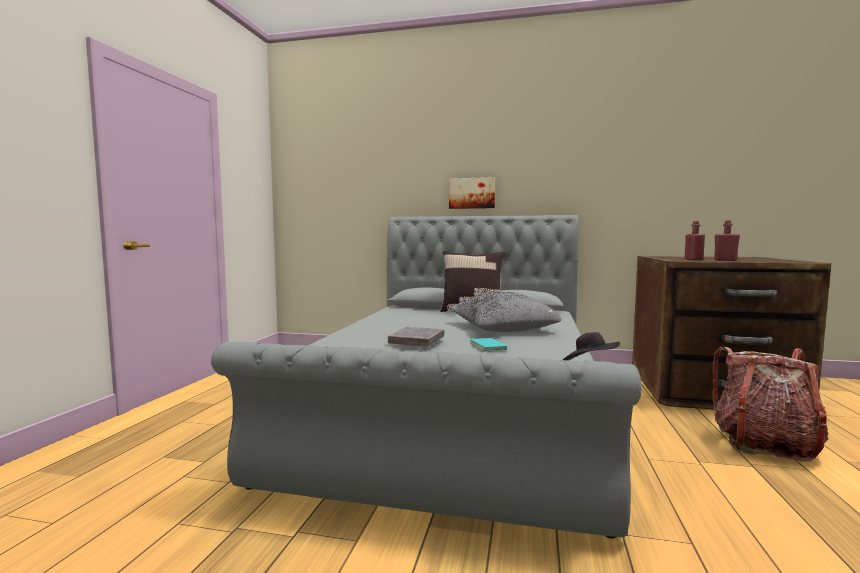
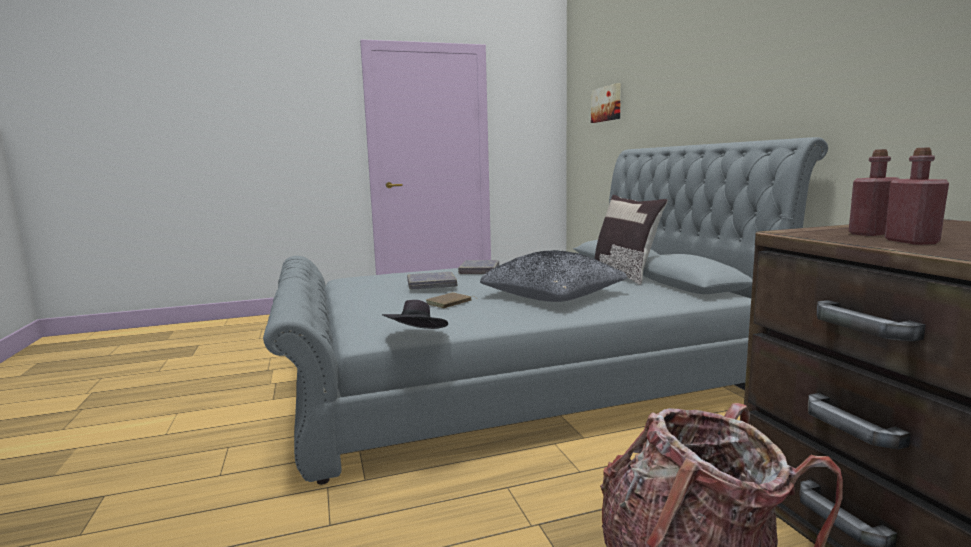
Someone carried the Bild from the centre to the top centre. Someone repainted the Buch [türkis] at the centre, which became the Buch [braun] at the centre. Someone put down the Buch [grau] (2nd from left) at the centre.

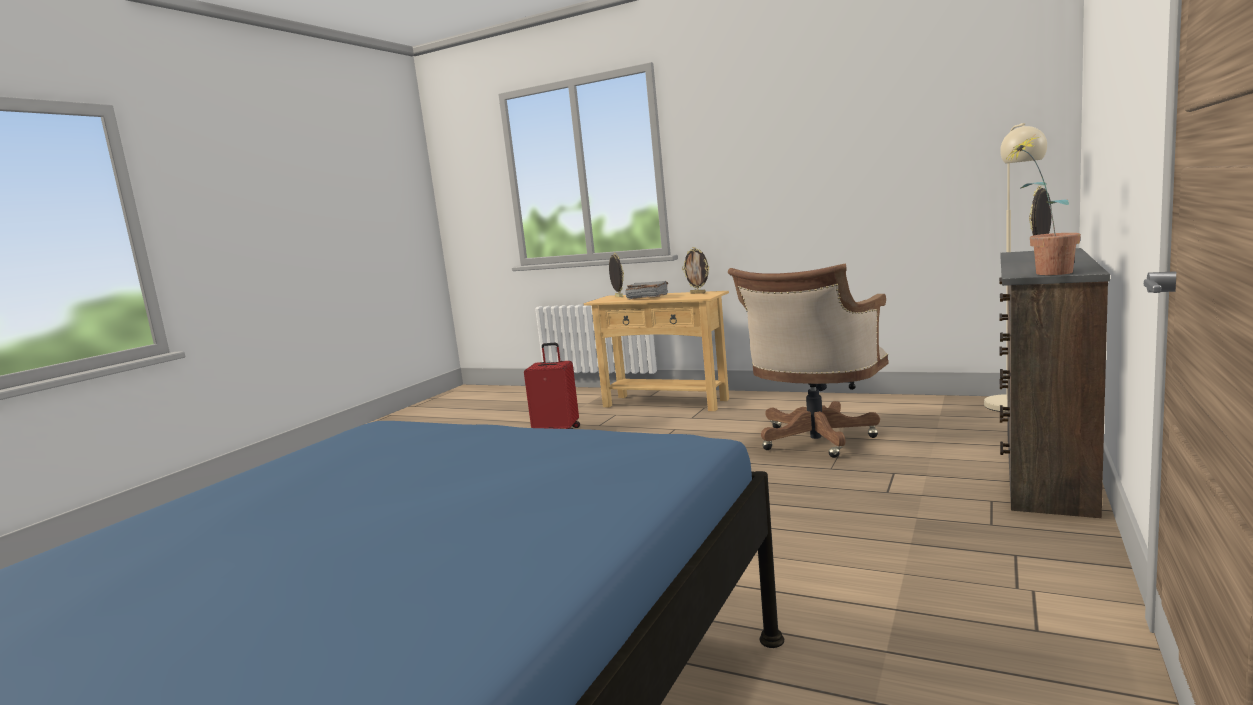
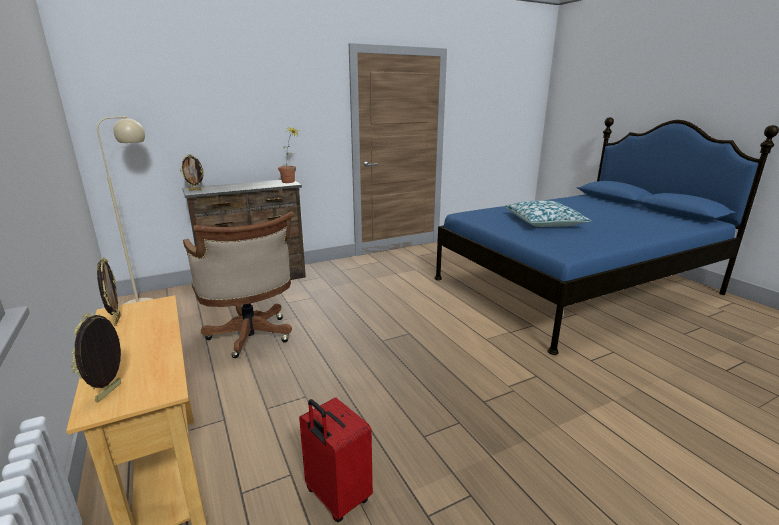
Someone rotated the Bürostuhl at the centre by 75 degrees clockwise. Someone took away the Buch [grau] at the centre. Someone put down the Kissen at the middle right.

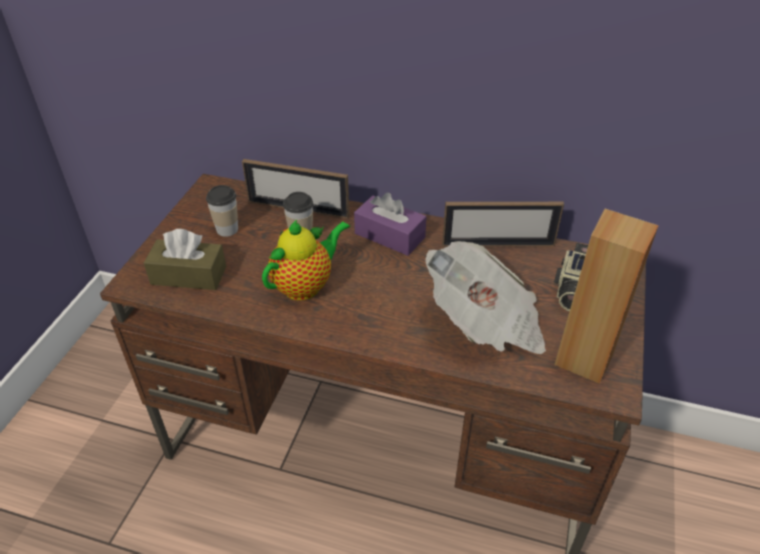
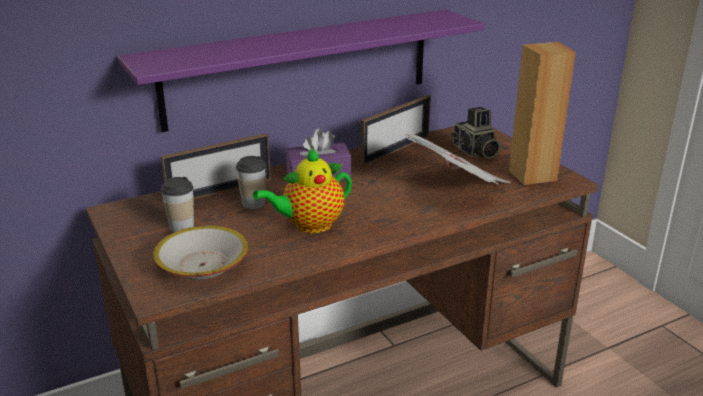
Someone rotated the Teekanne at the centre by 120 degrees counterclockwise. Someone swapped the Taschentuchbox [braun] at the middle left for the Schüssel at the middle left. Someone put up the Wandregal [lila] at the top centre.

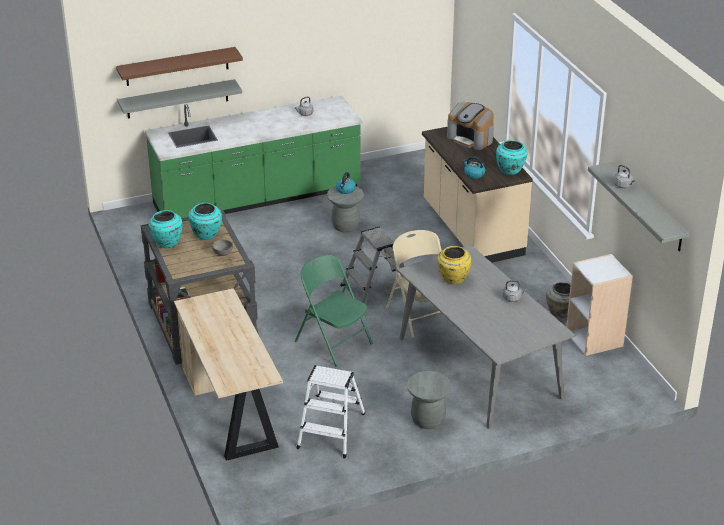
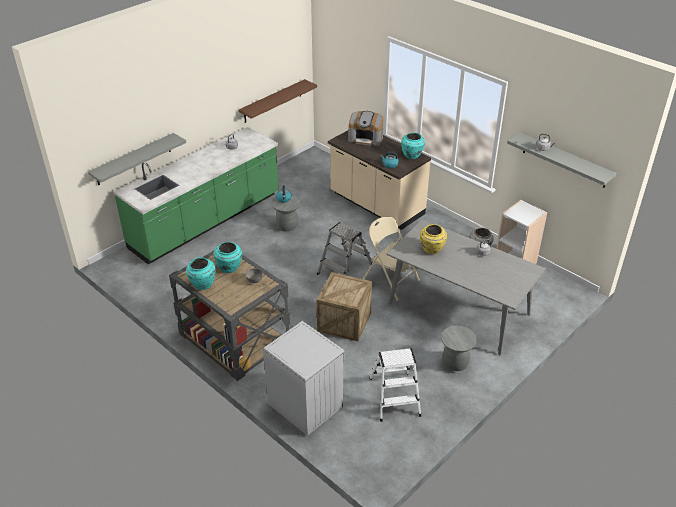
Someone carried the Wandregal [braun] from the top left to the top centre. Someone swapped the Stuhl [grün] at the centre for the Kiste at the centre. Someone swapped the Schreibtisch [beige] at the bottom left for the Waschmaschine [weiß] at the bottom centre.

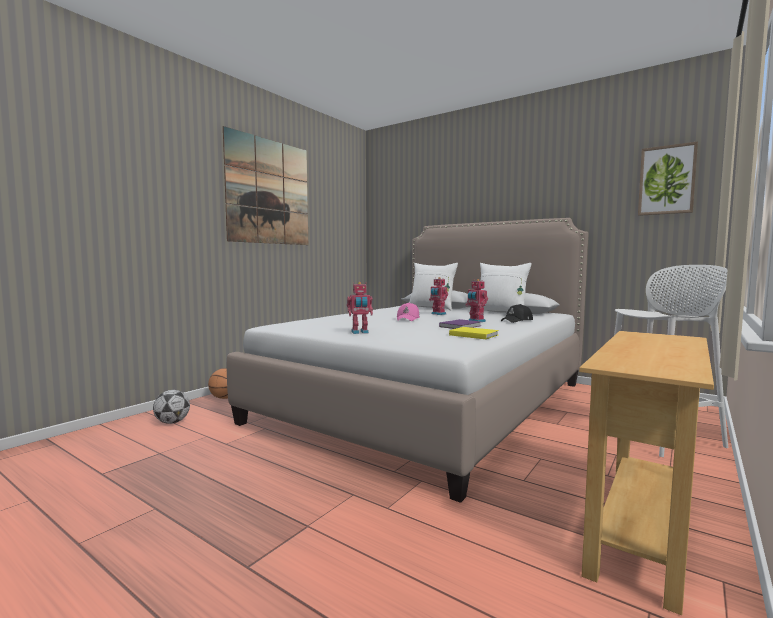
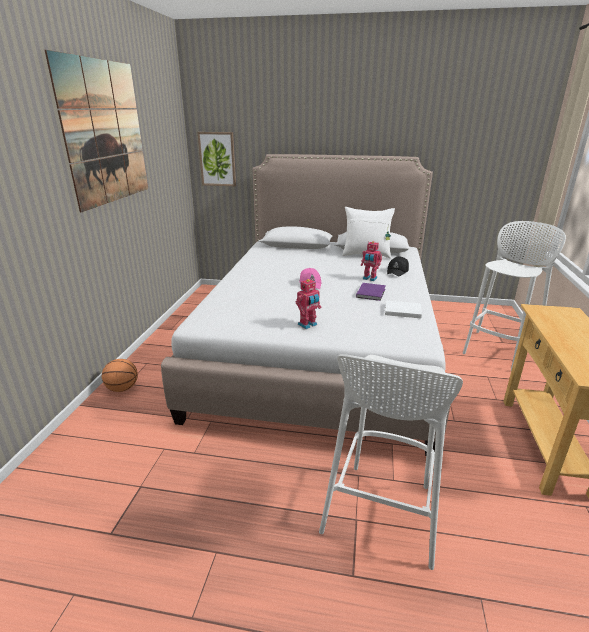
Someone carried the Bild (2nd from left) from the top right to the top centre. Someone took away the Kissen [weiß] (1st from left) at the centre. Someone took away the Spielzeugroboter (2nd from left) at the centre. Someone repainted the Buch [gelb] at the centre, which became the Buch [weiß] at the middle right. Someone took away the Fußball at the middle left. Someone put down the Hocker [weiß] (1st from left) at the bottom centre.

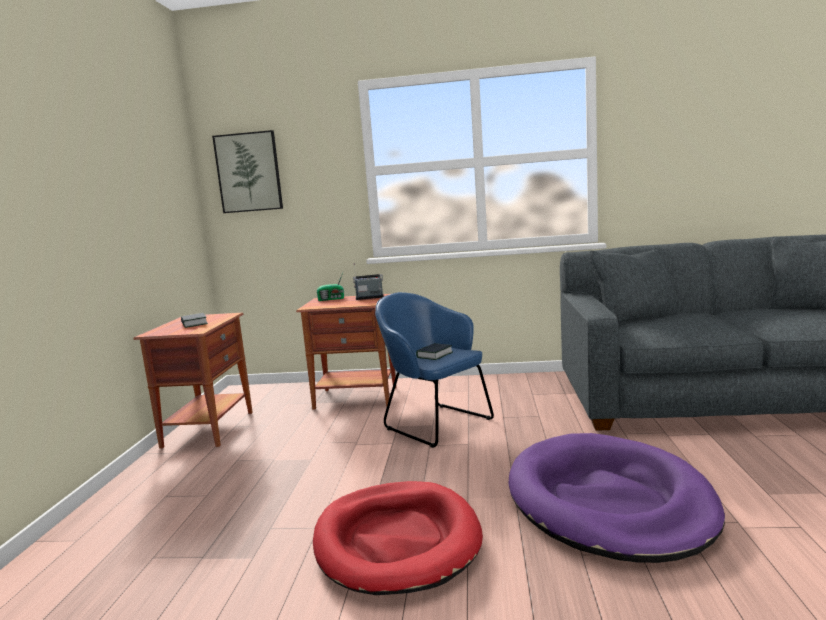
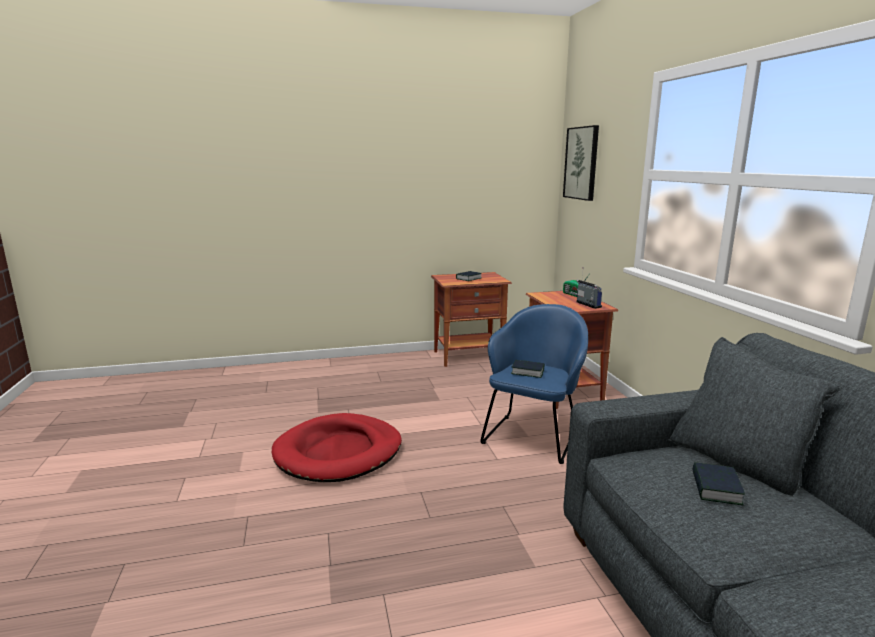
Someone took away the Hundebett [lila] at the bottom right. Someone put down the Buch (3rd from left) at the bottom right.

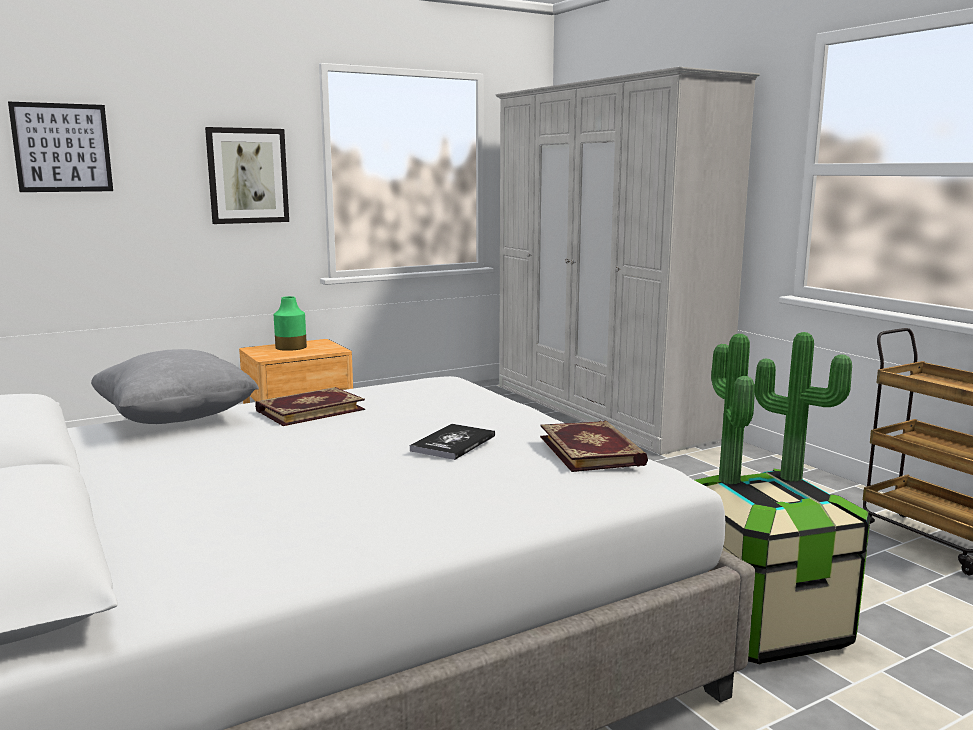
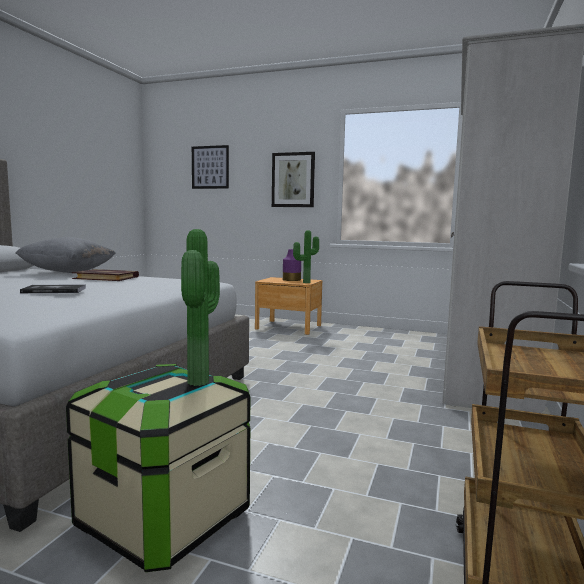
Someone repainted the Vase [grün] at the middle left, which became the Vase [lila] at the centre. Someone carried the Topfpflanze (1st from left in the first image) from the middle right to the centre. Someone took away the Buch (3rd from left) at the centre.

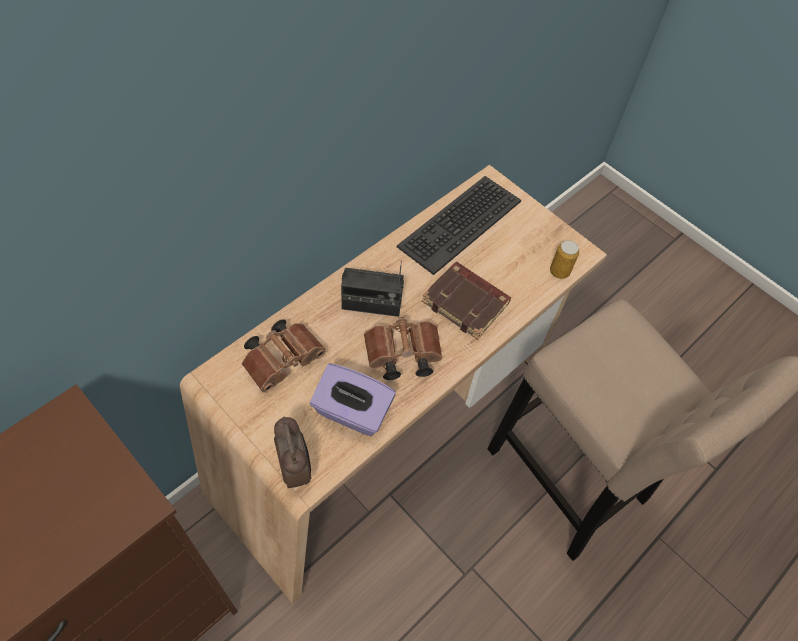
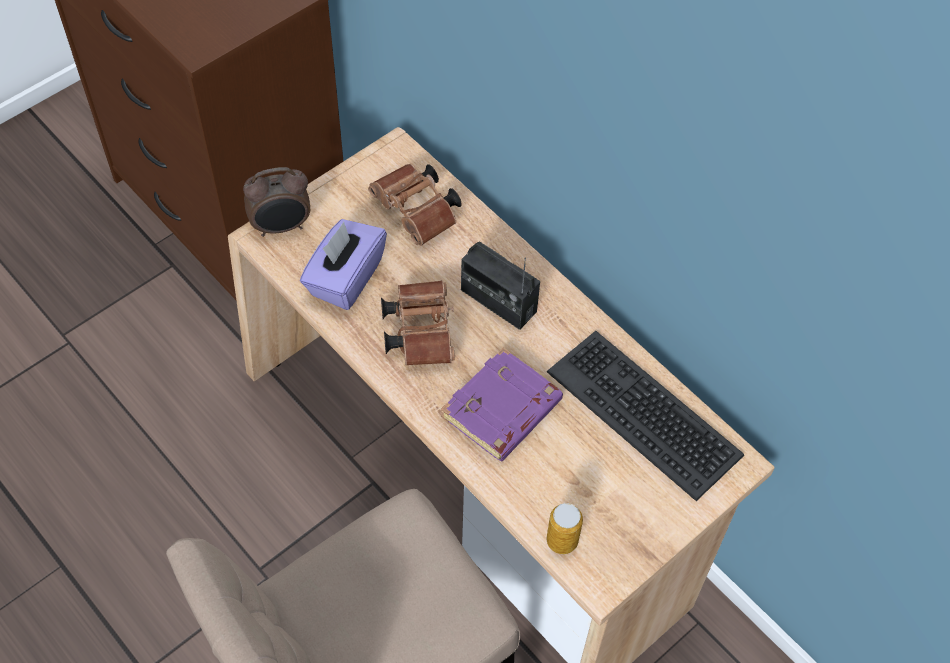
Someone rotated the Radio at the centre by 60 degrees counterclockwise. Someone repainted the Buch [braun] at the centre, which became the Buch [lila] at the centre.

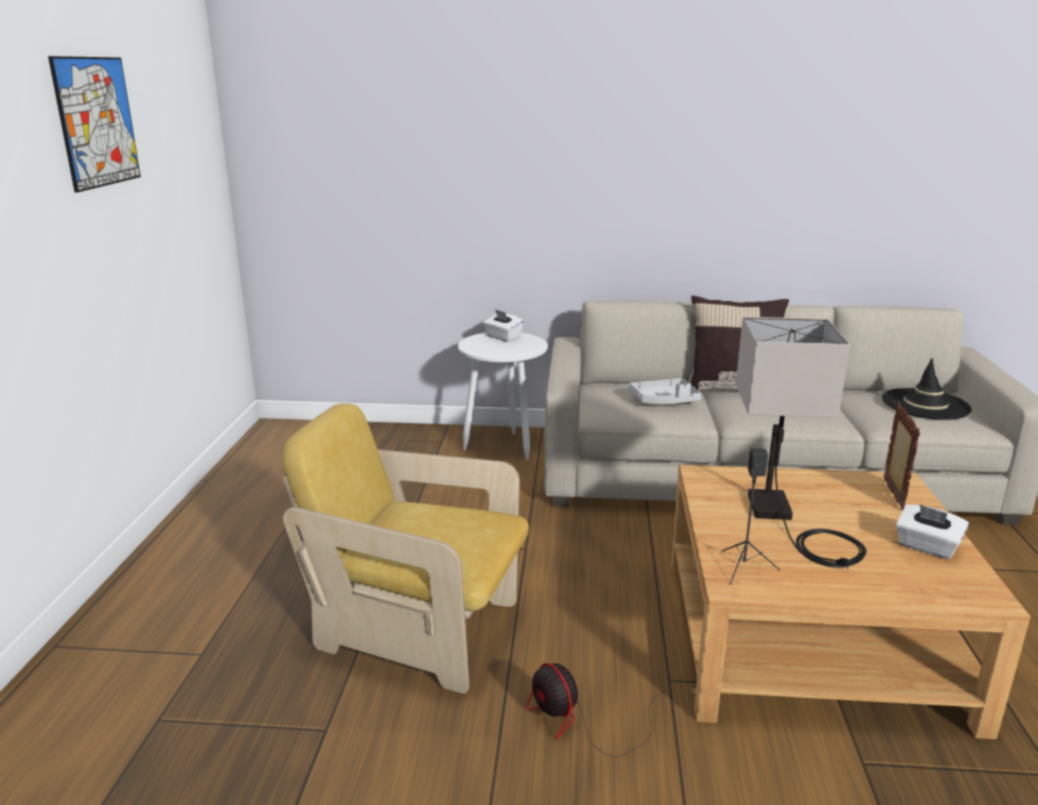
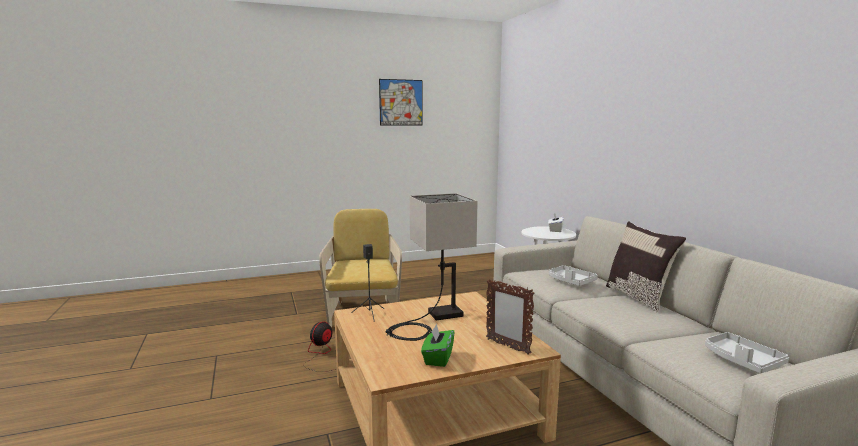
Someone swapped the Hut [schwarz] at the middle right for the Tablett [grau] (2nd from left) at the bottom right. Someone rotated the Bilderrahmen at the middle right by 60 degrees clockwise. Someone repainted the Taschentuchbox [weiß] (2nd from left) at the middle right, which became the Taschentuchbox [grün] at the bottom centre.

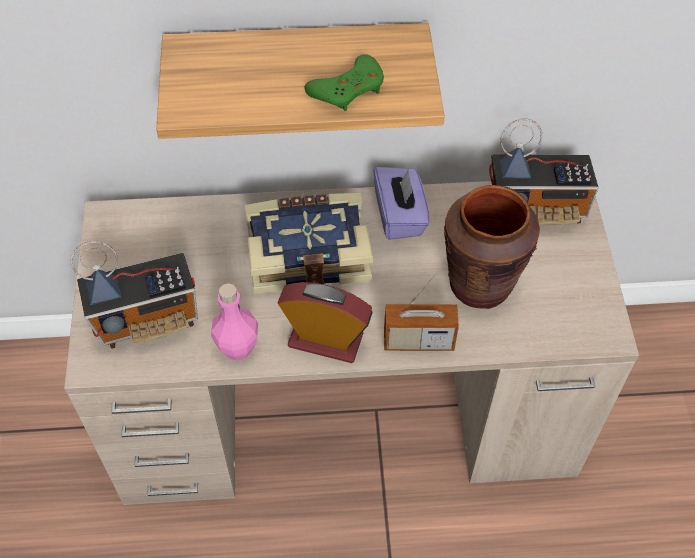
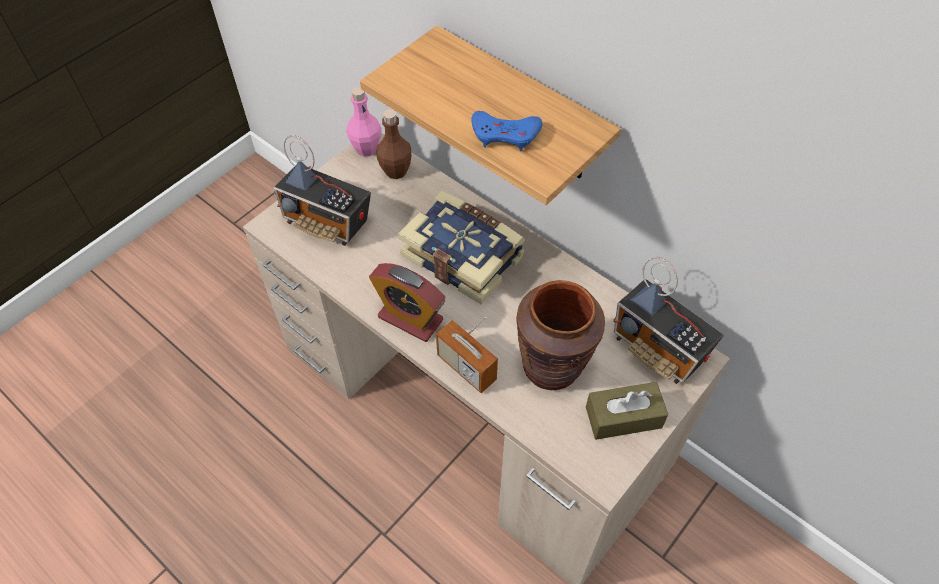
Someone repainted the Gamepad [grün] at the top centre, which became the Gamepad [blau] at the top centre. Someone took away the Taschentuchbox [lila] at the centre. Someone rotated the Wecker at the centre by 150 degrees clockwise. Someone carried the Flasche [rosa] from the centre to the top centre. Someone put down the Flasche [braun] at the top centre. Someone put down the Taschentuchbox [braun] at the bottom right.

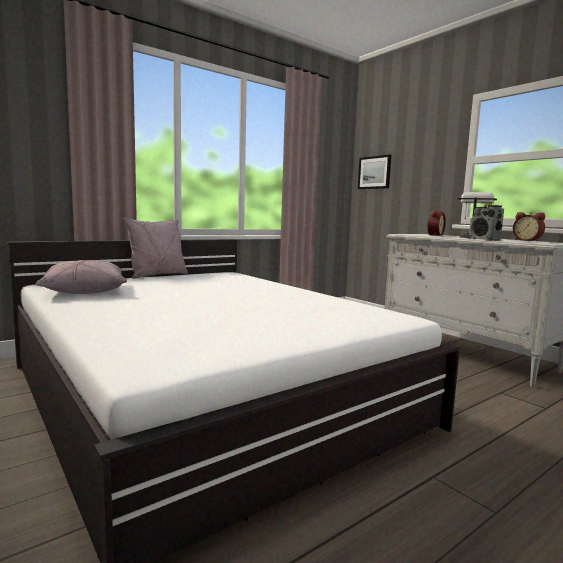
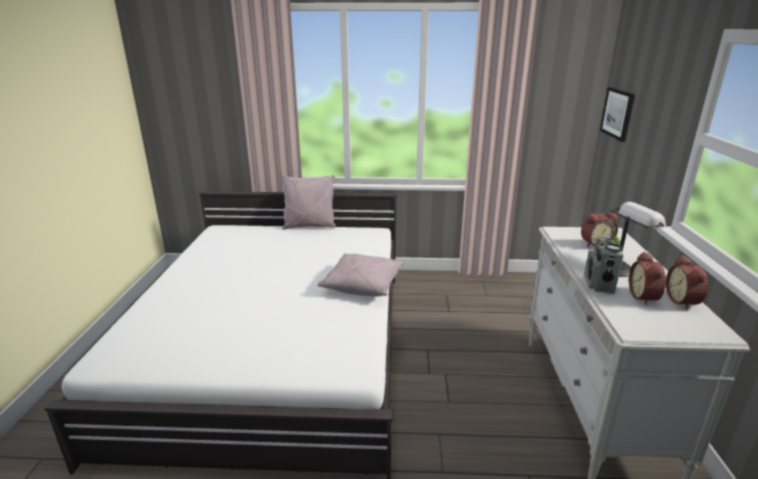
Someone carried the Kissen [lila] (1st from left in the first image) from the middle left to the centre. Someone put down the Wecker (2nd from left) at the middle right.

